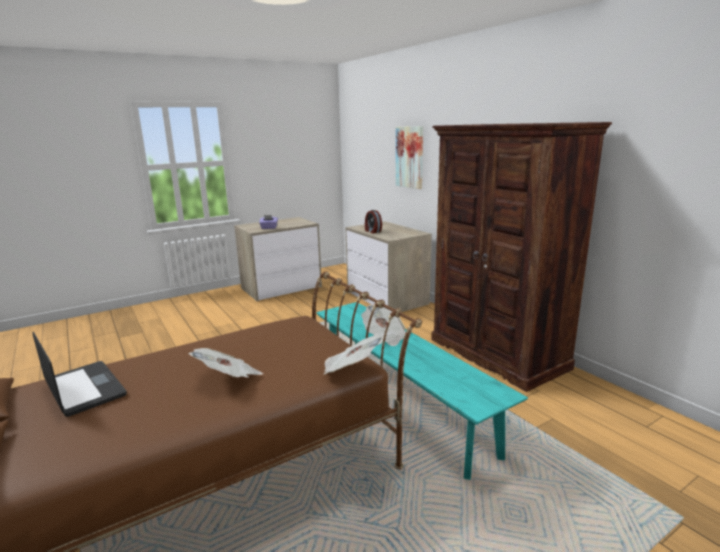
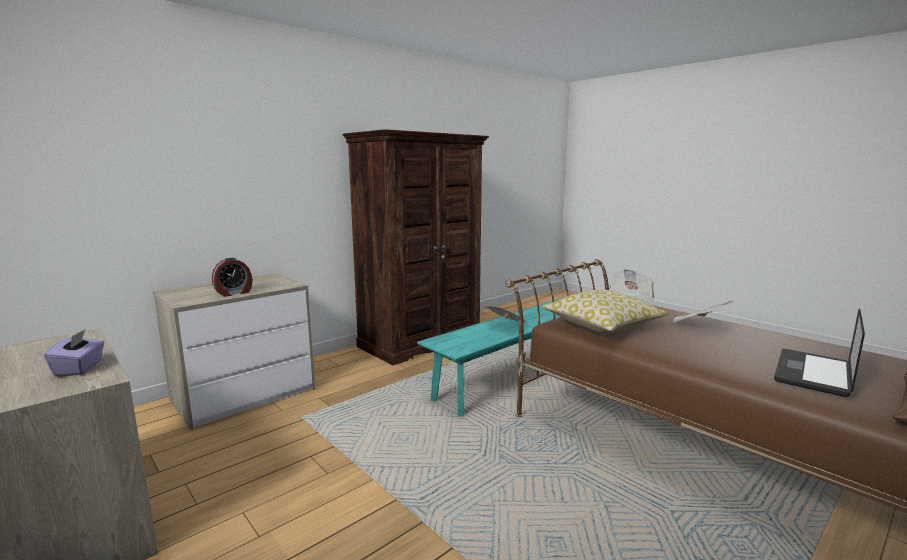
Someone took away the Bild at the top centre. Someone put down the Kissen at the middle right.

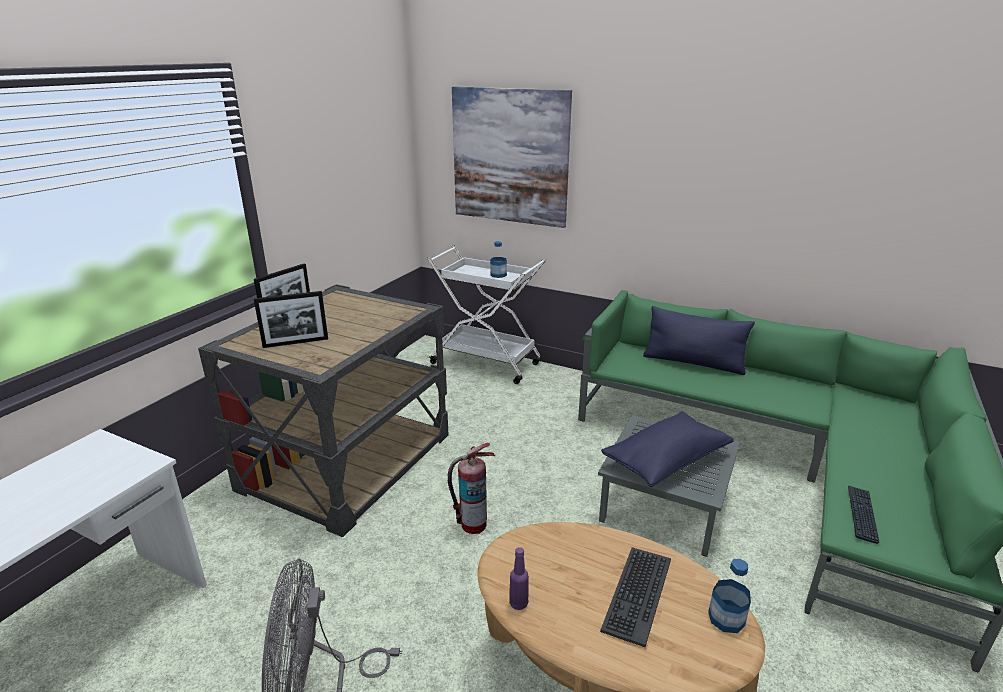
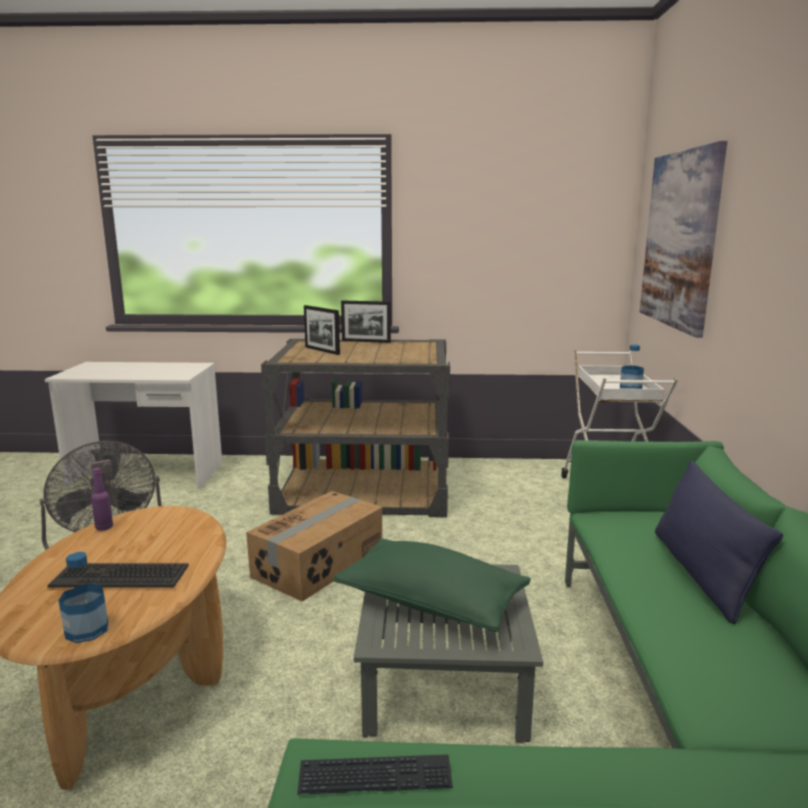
Someone repainted the Kissen [blau] (1st from left) at the centre, which became the Kissen [grün] at the bottom centre. Someone swapped the Feuerlöscher at the bottom centre for the Karton at the bottom centre.

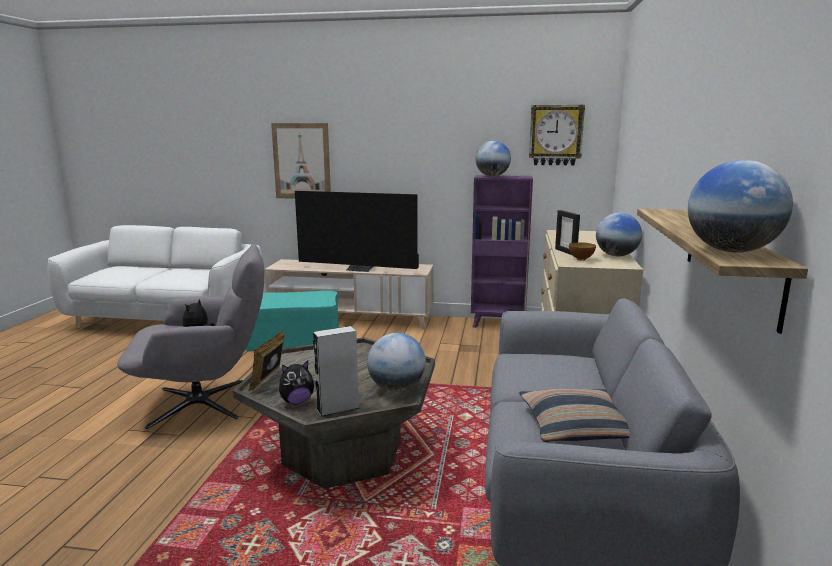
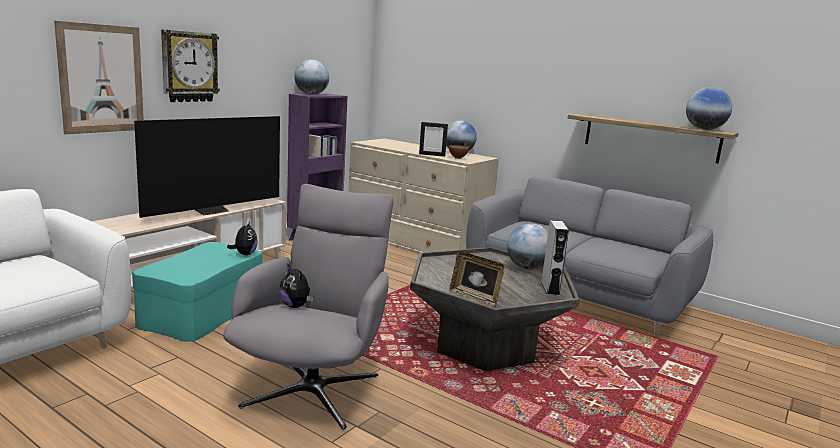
Someone carried the Wanduhr from the top right to the top left. Someone carried the Plüschtier (2nd from left in the first image) from the bottom centre to the middle left. Someone took away the Kissen at the bottom right.

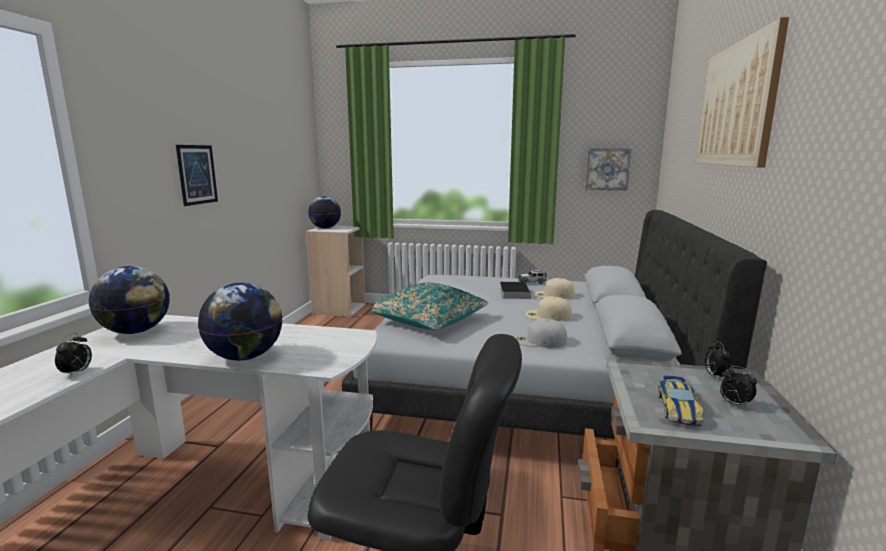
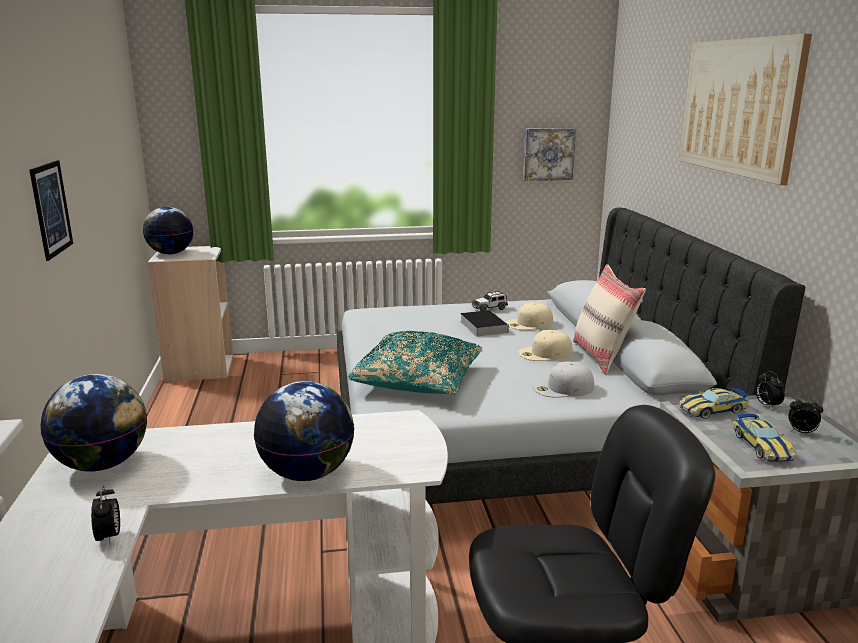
Someone put down the Kissen [beige] at the middle right. Someone put down the Spielzeugauto (2nd from left) at the middle right.

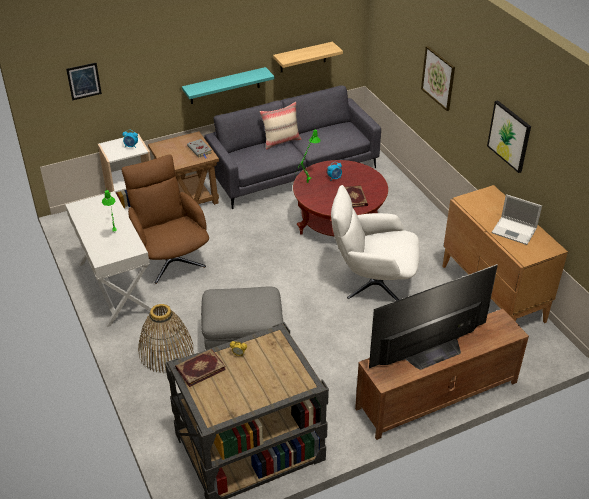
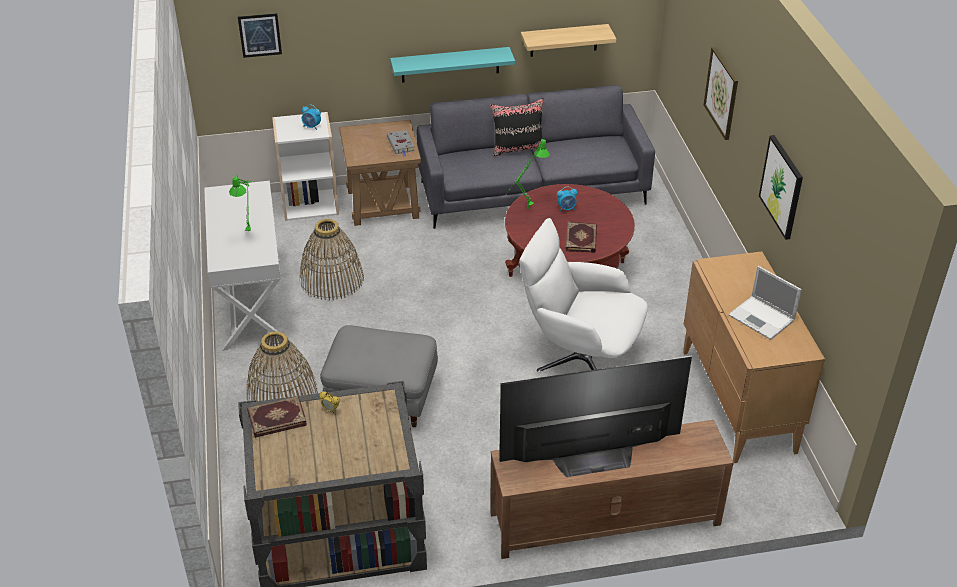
Someone repainted the Kissen [beige] at the top centre, which became the Kissen [schwarz] at the top centre. Someone swapped the Sessel [braun] at the middle left for the Korb (2nd from left) at the centre.

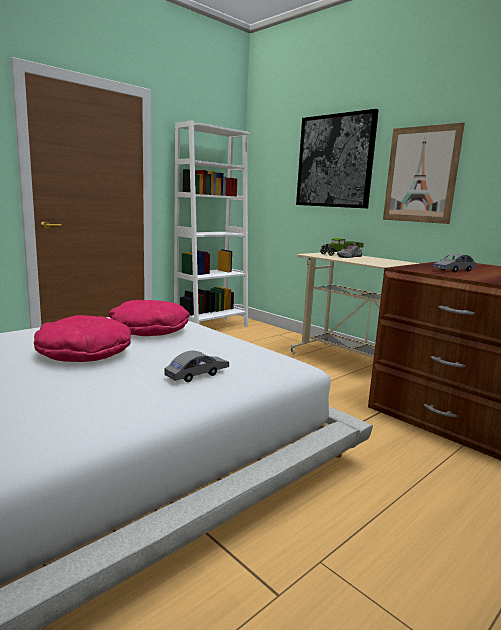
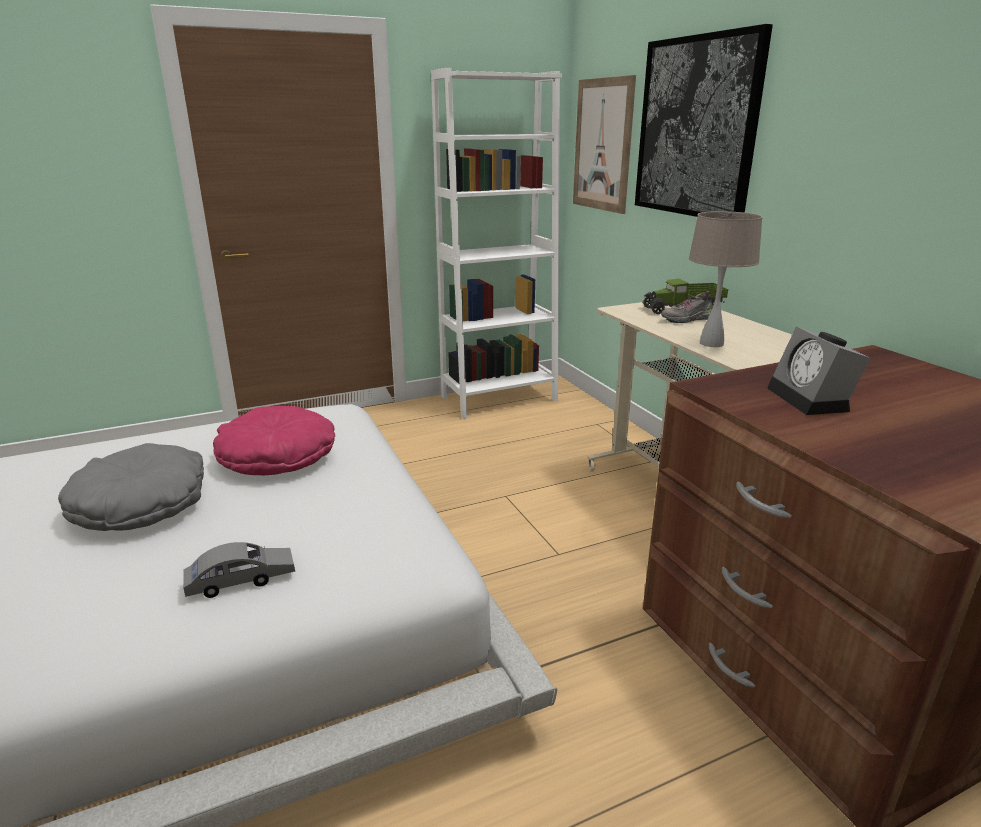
Someone carried the Bild (2nd from left in the first image) from the top right to the top centre. Someone swapped the Spielzeugauto [grau] (2nd from left) at the middle right for the Wecker at the middle right. Someone repainted the Kissen [rosa] (1st from left) at the middle left, which became the Kissen [grau] at the middle left. Someone put down the Tischlampe [beige] at the middle right.

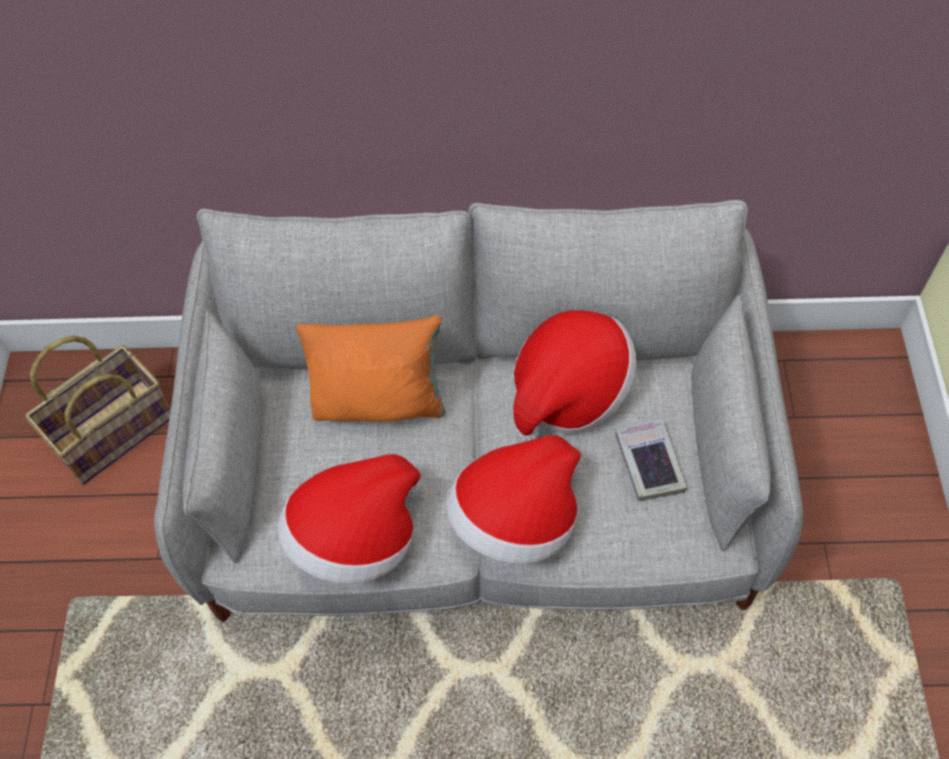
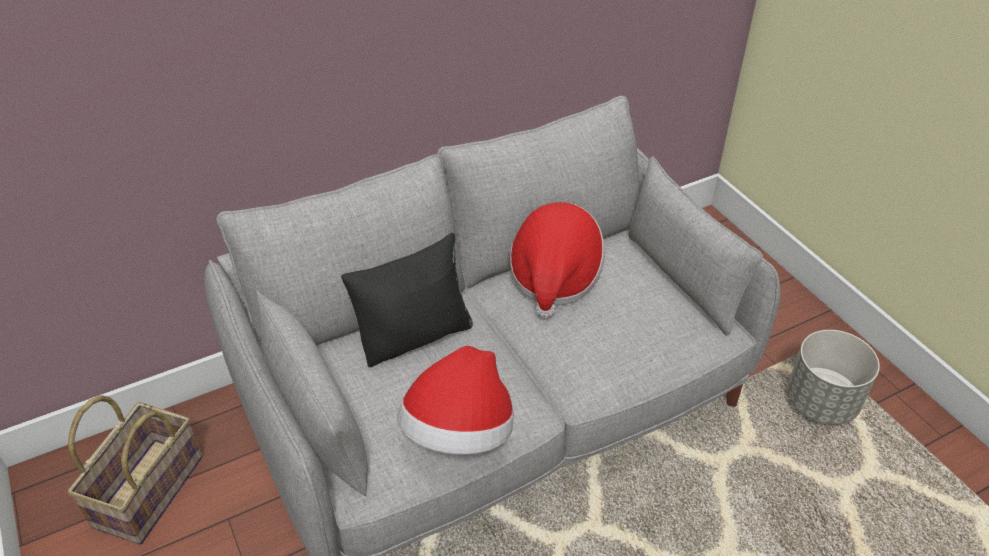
Someone repainted the Kissen [orange] at the centre, which became the Kissen [schwarz] at the centre. Someone took away the Buch at the middle right. Someone took away the Hut (2nd from left) at the centre. Someone put down the Pflanzkübel [grau] at the bottom right.

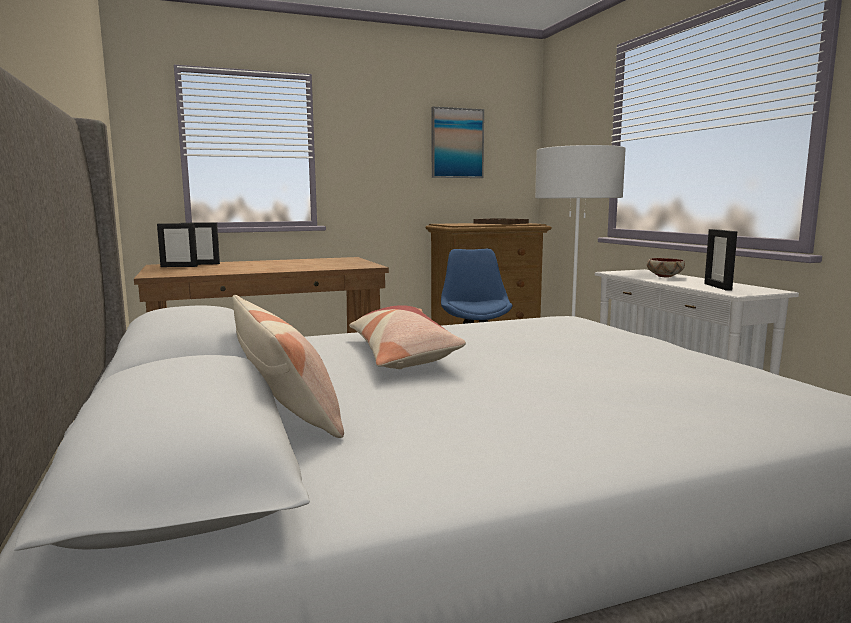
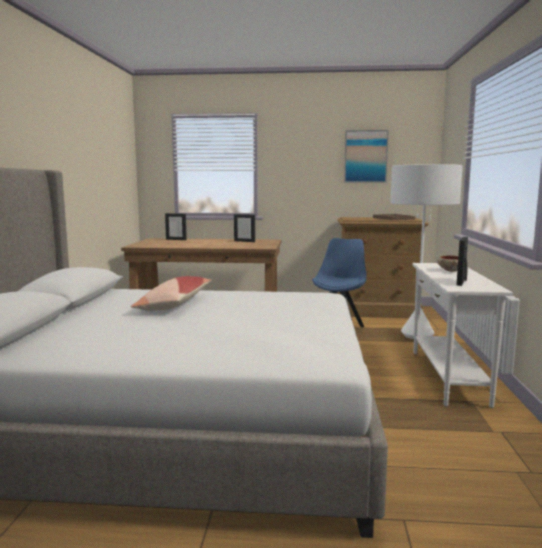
Someone carried the Bilderrahmen (1st from left in the first image) from the middle left to the centre. Someone took away the Kissen (1st from left) at the centre.

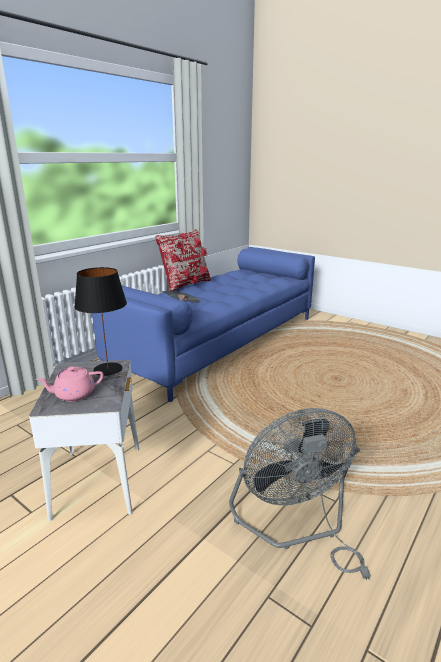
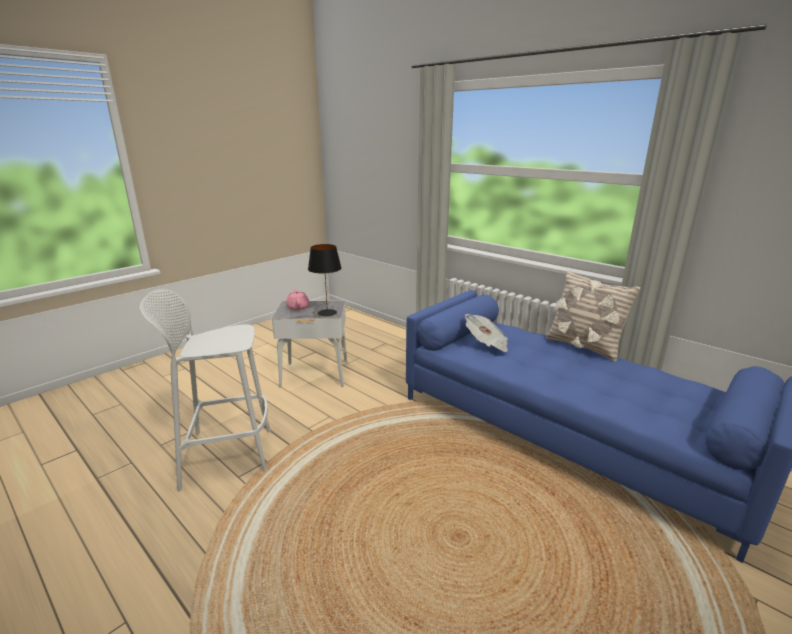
Someone repainted the Kissen [rot] at the centre, which became the Kissen [beige] at the middle right. Someone swapped the Ventilator [grau] at the bottom right for the Hocker [weiß] at the middle left.

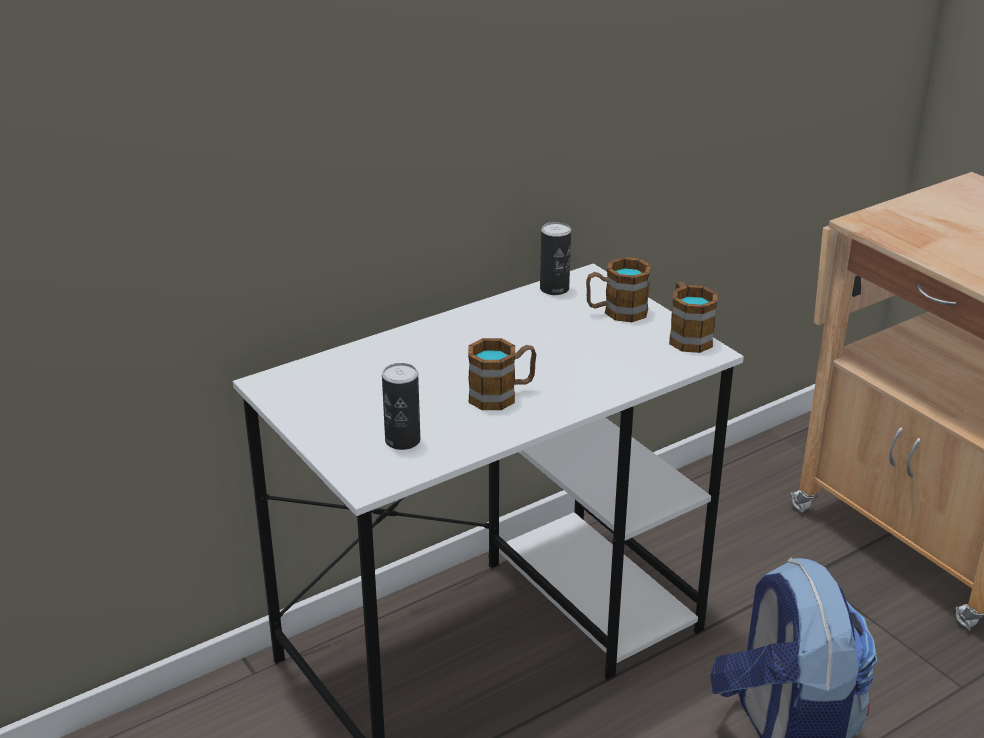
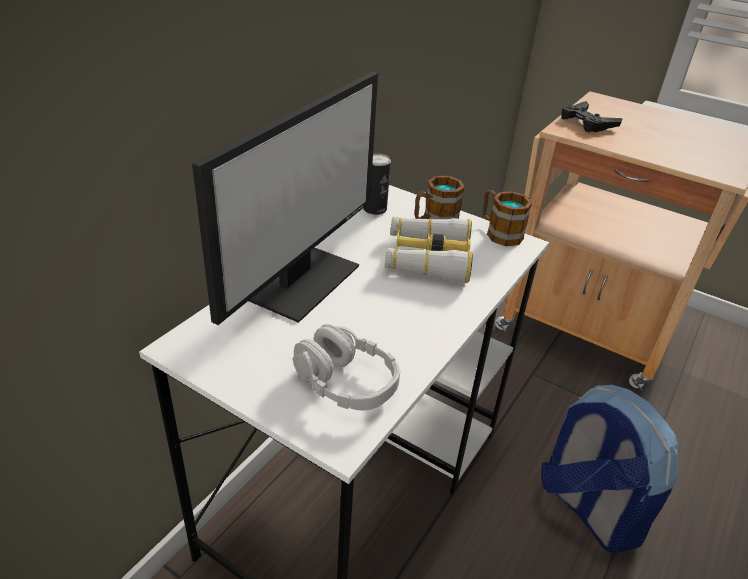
Someone took away the Henkelbecher (1st from left) at the centre. Someone swapped the Dose (1st from left) at the centre for the Kopfhörer [grau] at the centre. Someone put down the Monitor at the centre. Someone put down the Gamepad [schwarz] at the top right. Someone put down the Fernglas at the centre.

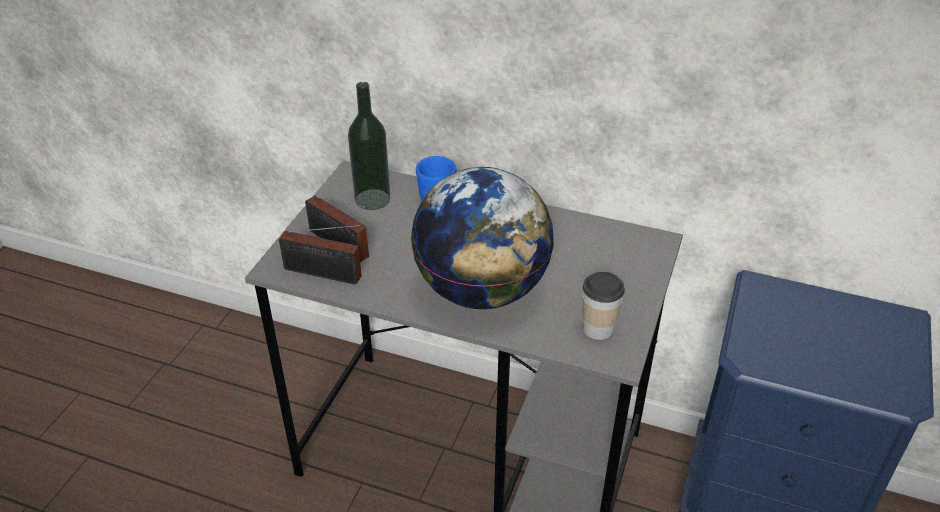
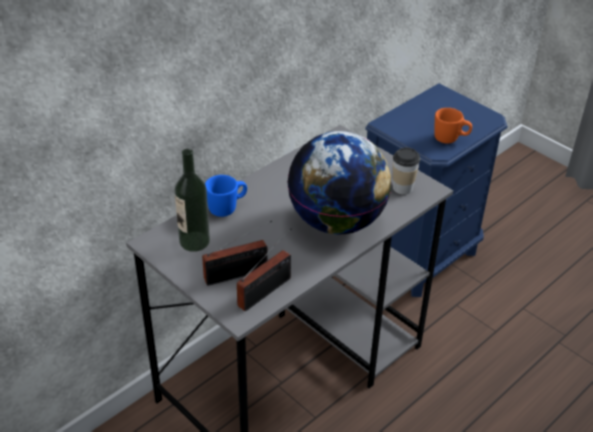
Someone put down the Henkelbecher [orange] at the top right.

